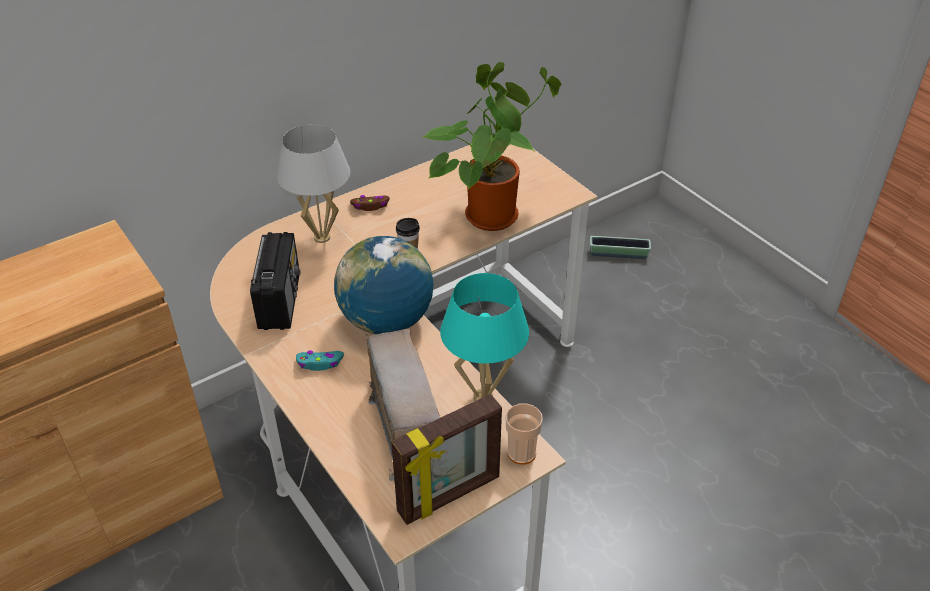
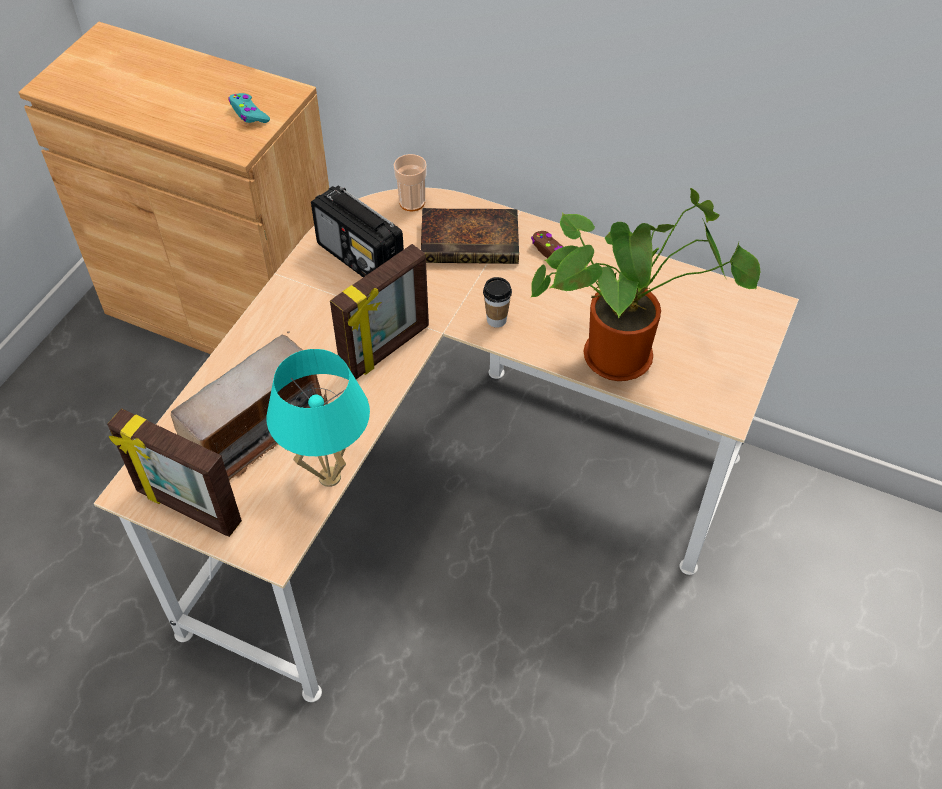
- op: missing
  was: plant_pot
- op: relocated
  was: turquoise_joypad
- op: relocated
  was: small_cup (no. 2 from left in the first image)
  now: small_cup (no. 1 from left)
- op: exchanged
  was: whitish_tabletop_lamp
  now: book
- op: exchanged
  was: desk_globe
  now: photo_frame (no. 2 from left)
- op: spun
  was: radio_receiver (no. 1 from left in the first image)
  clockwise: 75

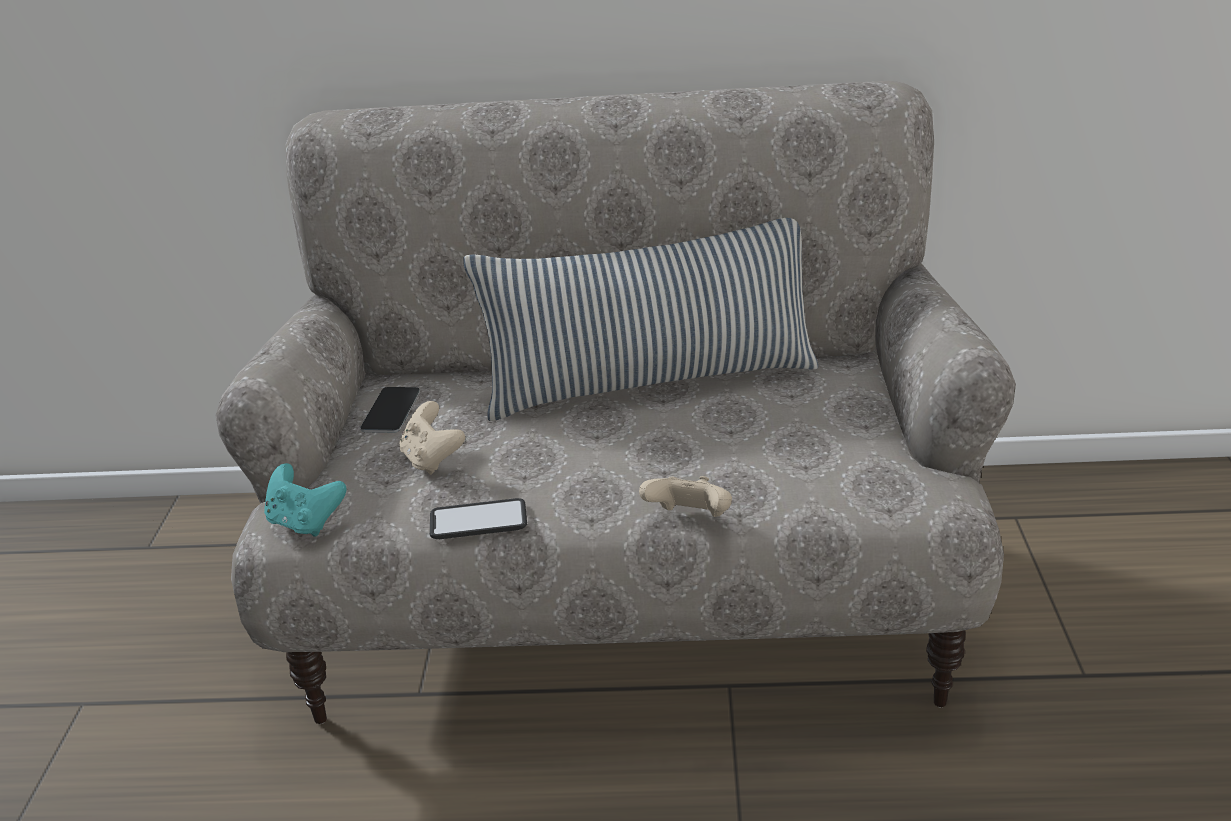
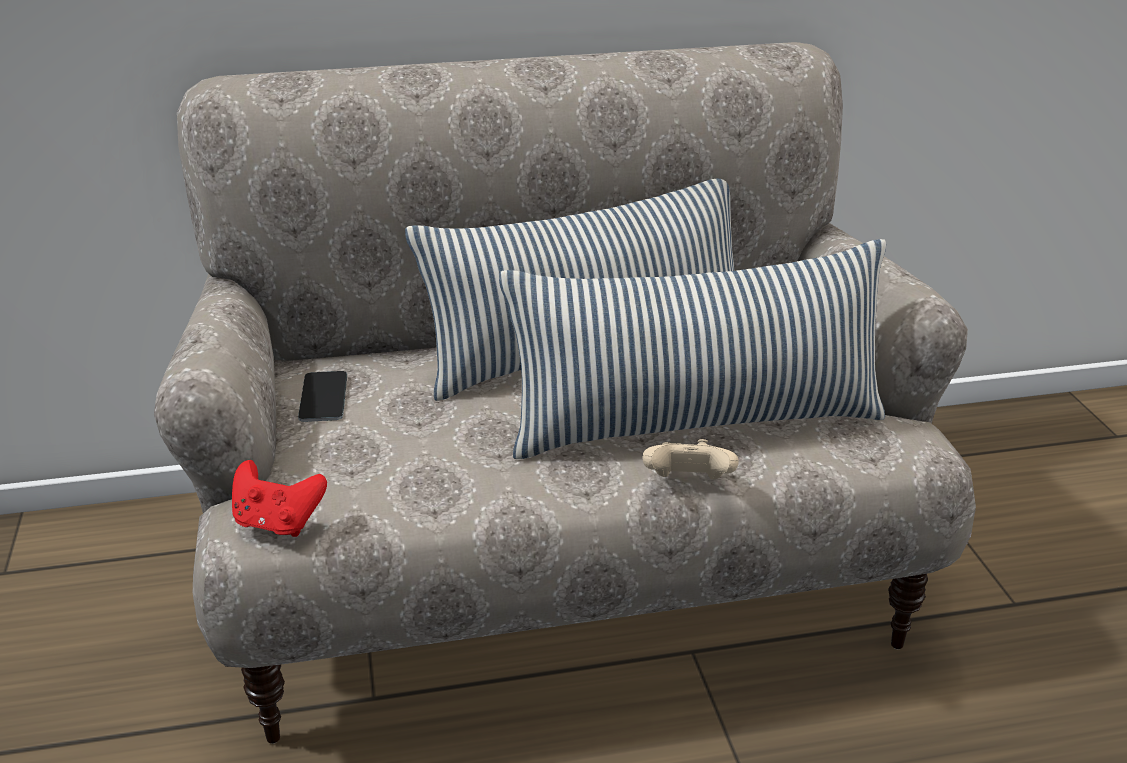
- op: missing
  was: beige-coloured_joypad (no. 1 from left)
- op: missing
  was: handset (no. 2 from left)
- op: appeared
  now: throw_pillow (no. 2 from left)
- op: colour
  was: turquoise_joypad
  now: red-coloured_joypad

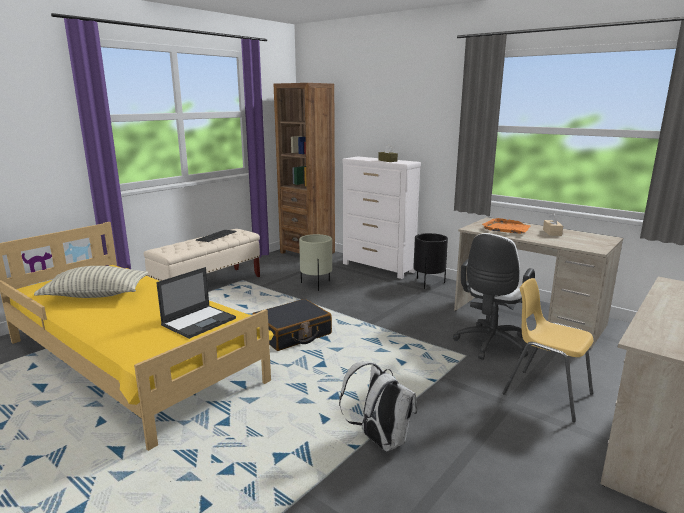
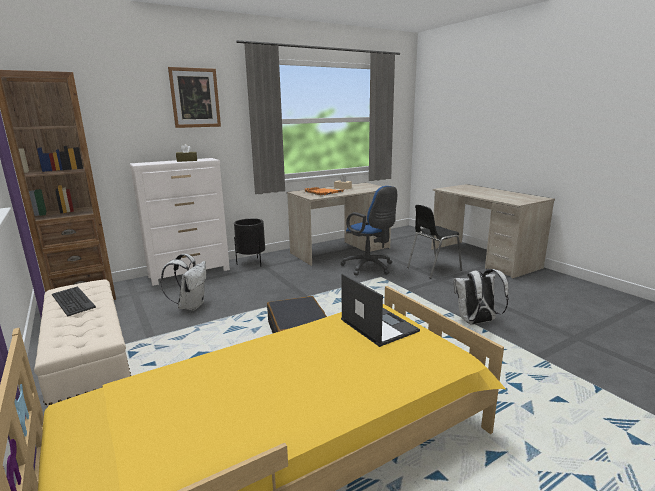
- op: missing
  was: throw_pillow
- op: appeared
  now: picture
- op: exchanged
  was: beige-coloured_plant_pot
  now: whitish_rucksack (no. 1 from left)
- op: colour
  was: whitish_computer_chair
  now: bluish_computer_chair
- op: colour
  was: yellow-coloured_chair
  now: blackish_chair

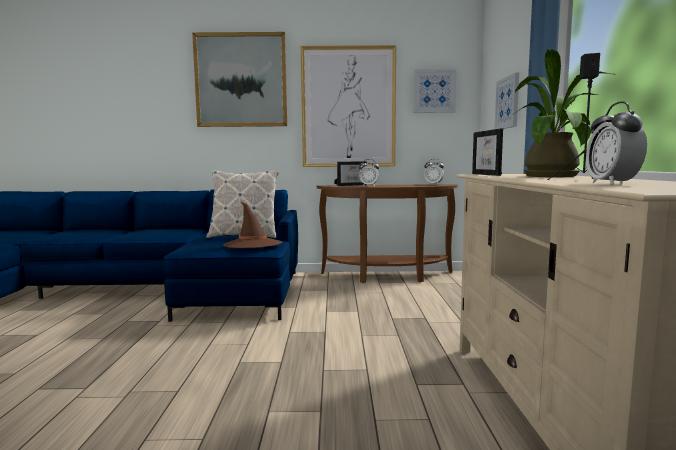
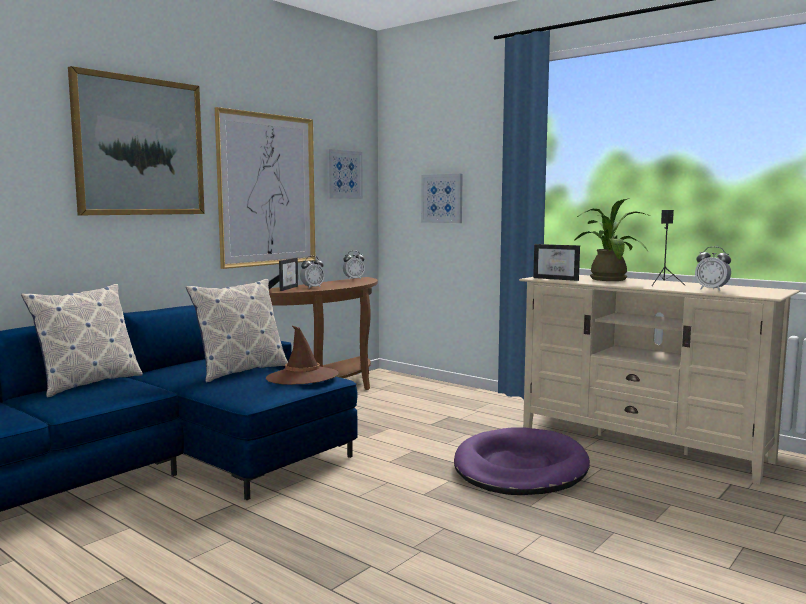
- op: appeared
  now: throw_pillow (no. 1 from left)
- op: appeared
  now: purplish_dog_bed

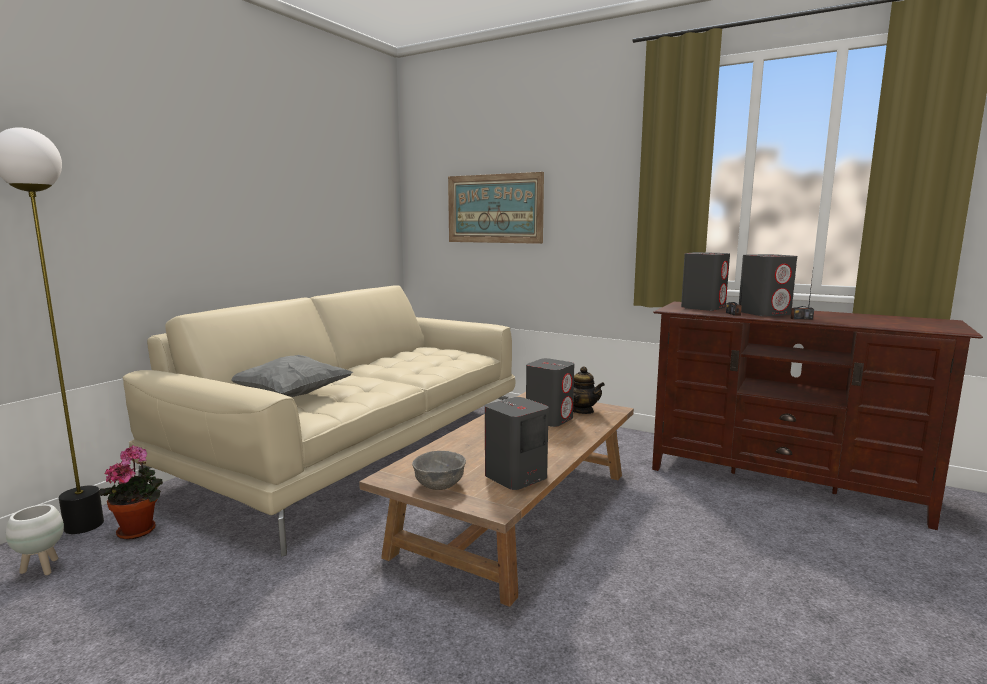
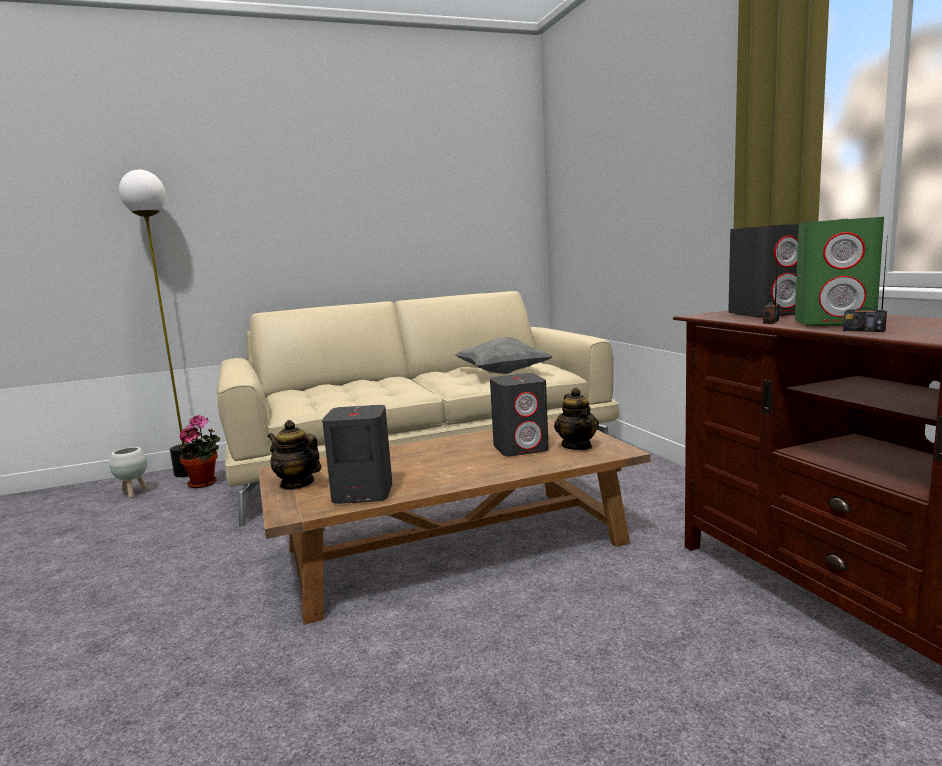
- op: missing
  was: picture
- op: relocated
  was: greyish_throw_pillow
- op: exchanged
  was: greyish_serving_bowl
  now: tea_pot (no. 1 from left)
- op: colour
  was: greyish_audio_speaker (no. 4 from left)
  now: green_audio_speaker

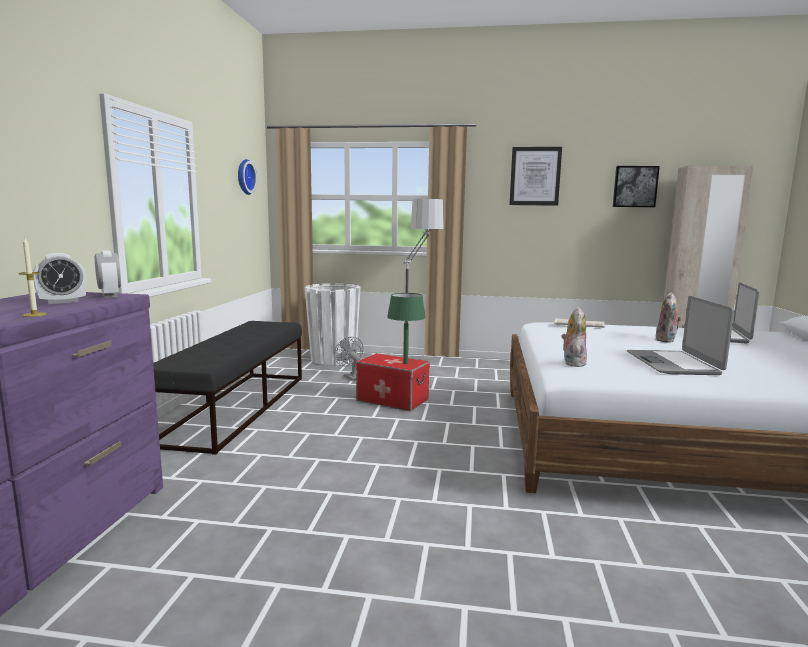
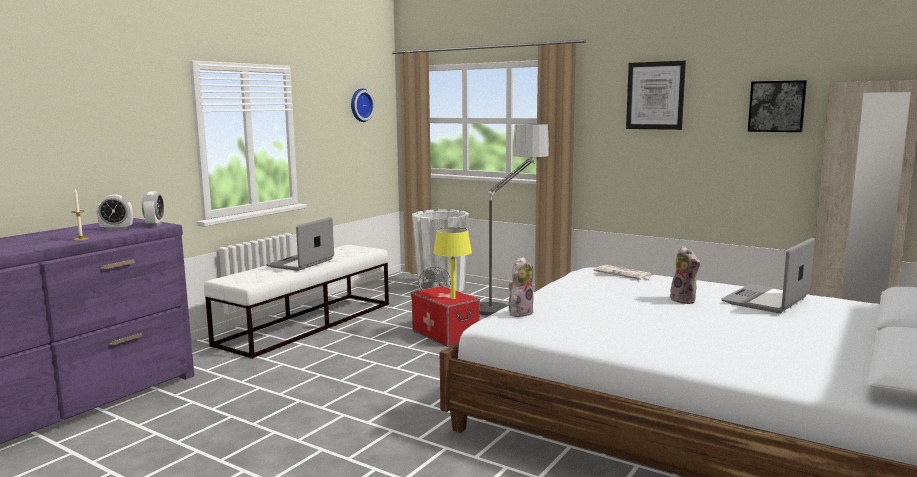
- op: relocated
  was: portable_computer (no. 1 from left)
- op: colour
  was: blackish_indoor_bench
  now: whitish_indoor_bench
- op: colour
  was: green_tabletop_lamp
  now: yellow-coloured_tabletop_lamp
- op: spun
  was: cuddly_toy (no. 2 from left)
  clockwise: -75

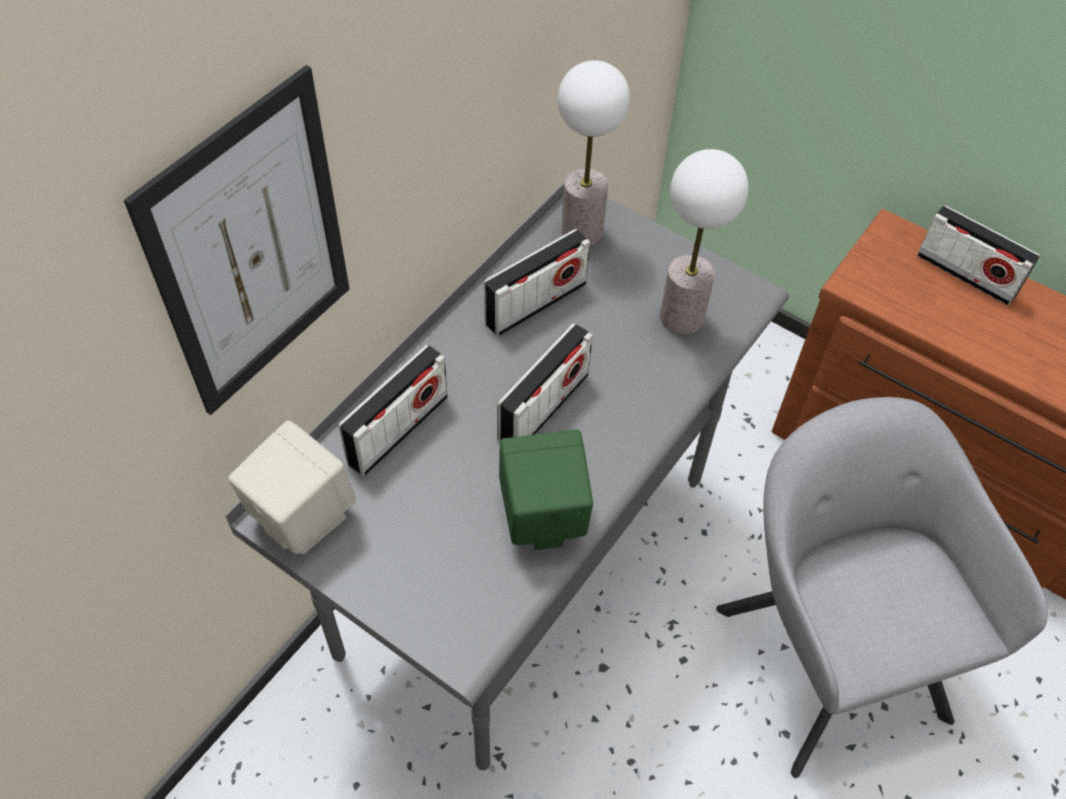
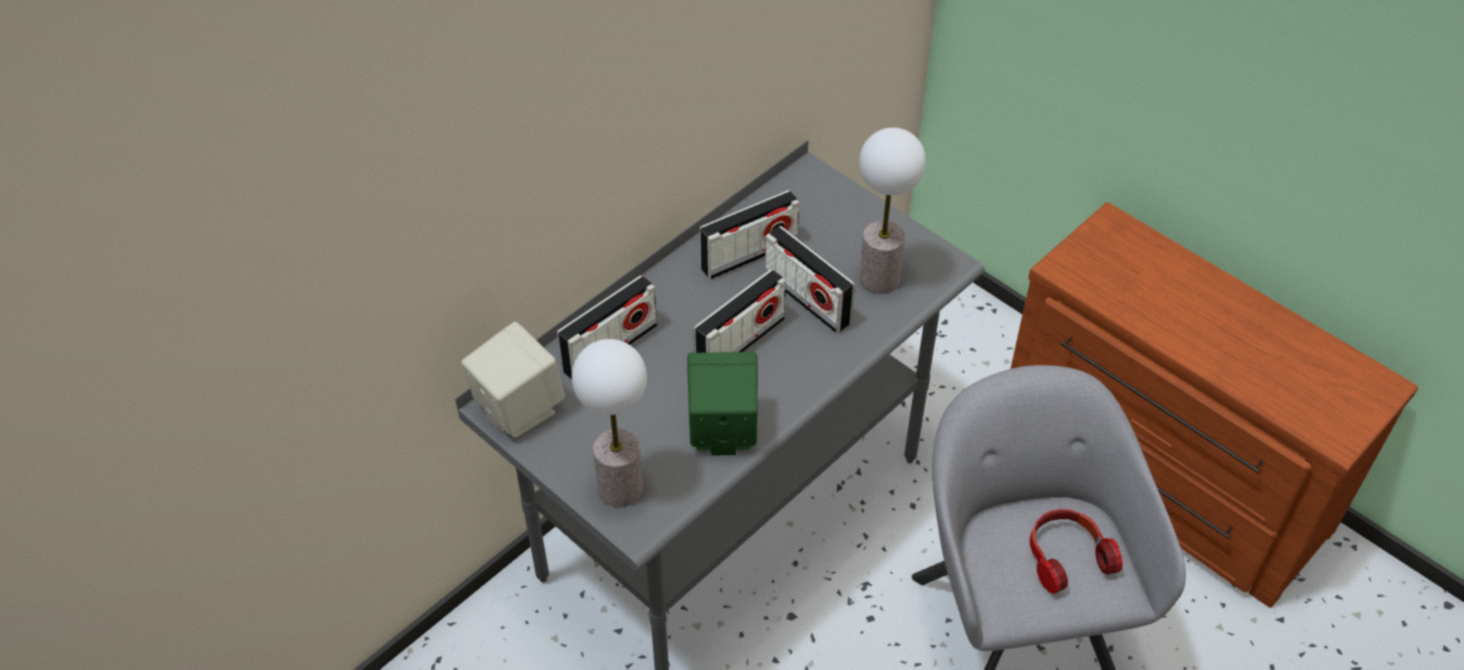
- op: missing
  was: picture
- op: appeared
  now: headphones
- op: relocated
  was: tabletop_lamp (no. 1 from left)
- op: relocated
  was: radio_receiver (no. 4 from left)

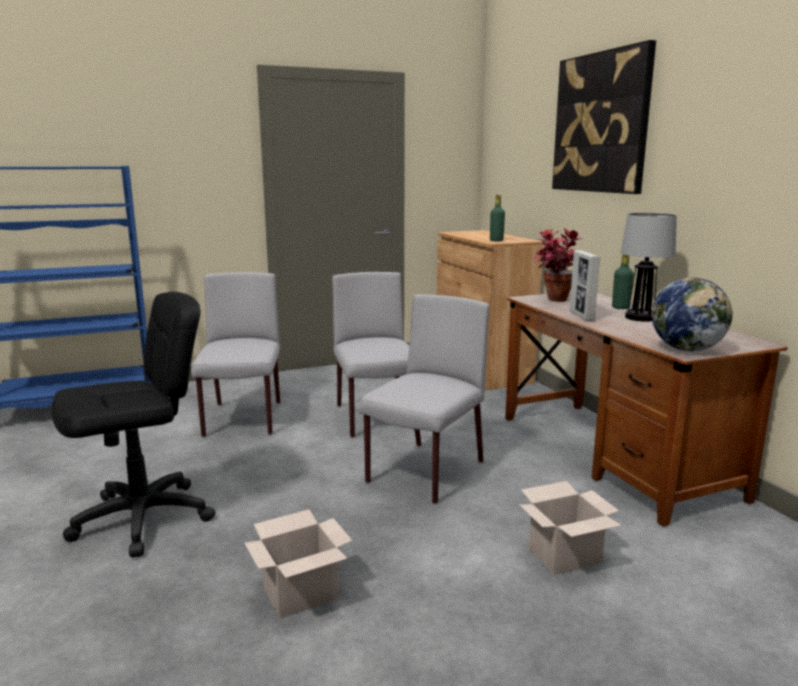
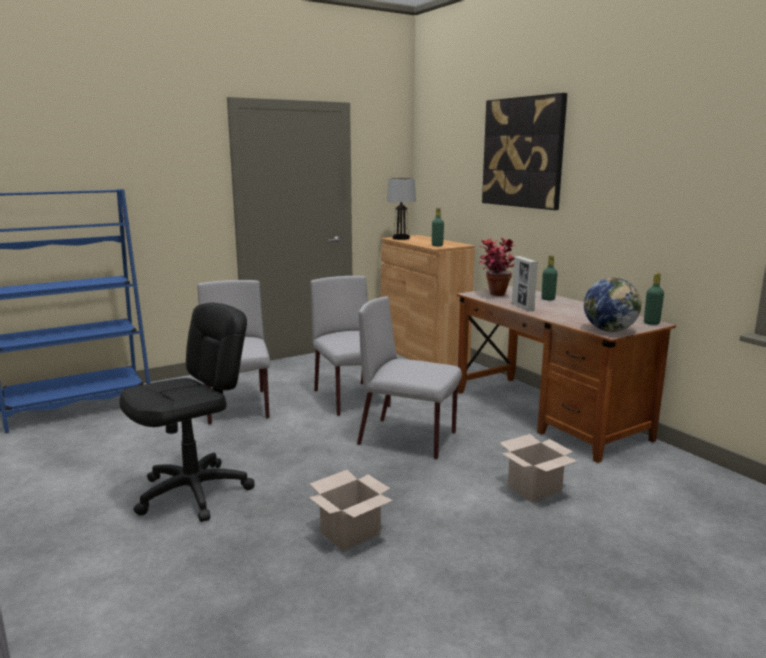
- op: appeared
  now: green_bottle (no. 3 from left)
- op: relocated
  was: tabletop_lamp
- op: spun
  was: greyish_chair (no. 3 from left)
  clockwise: -90

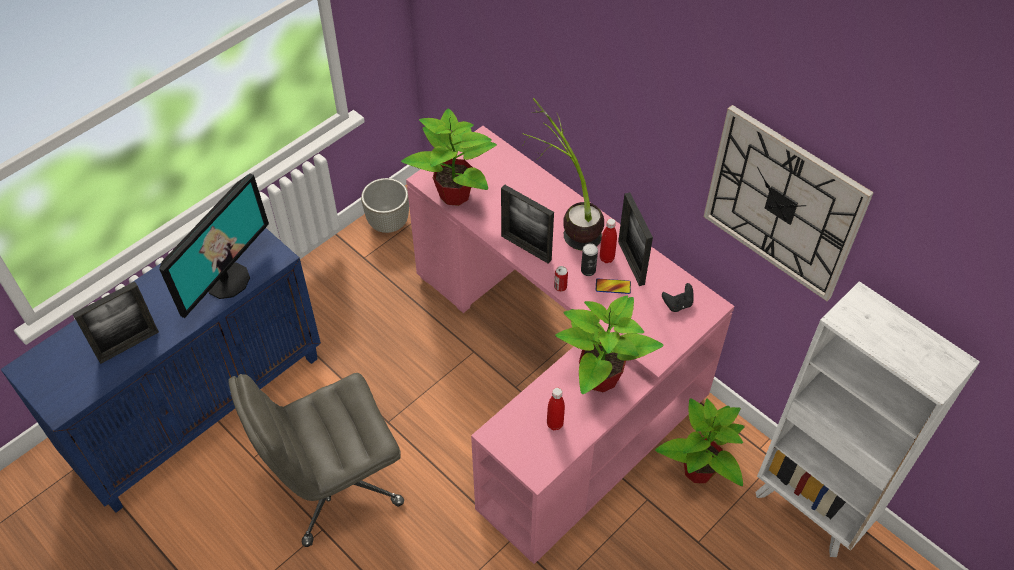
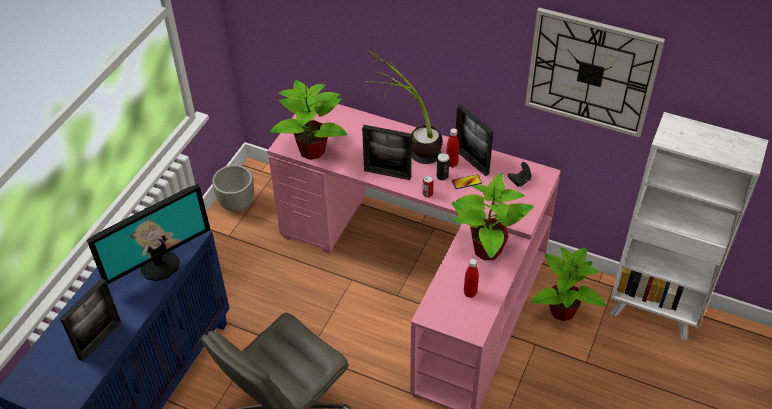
- op: spun
  was: computer_display
  clockwise: 45

